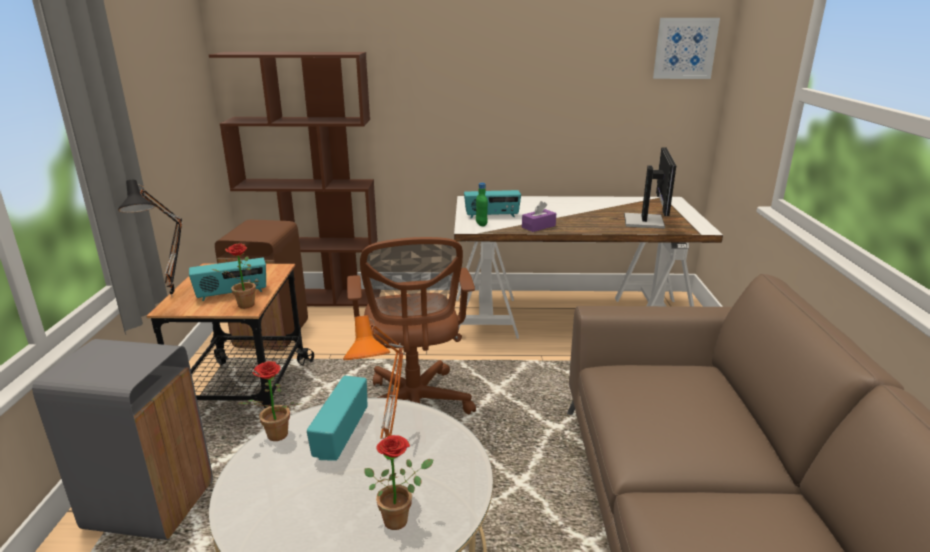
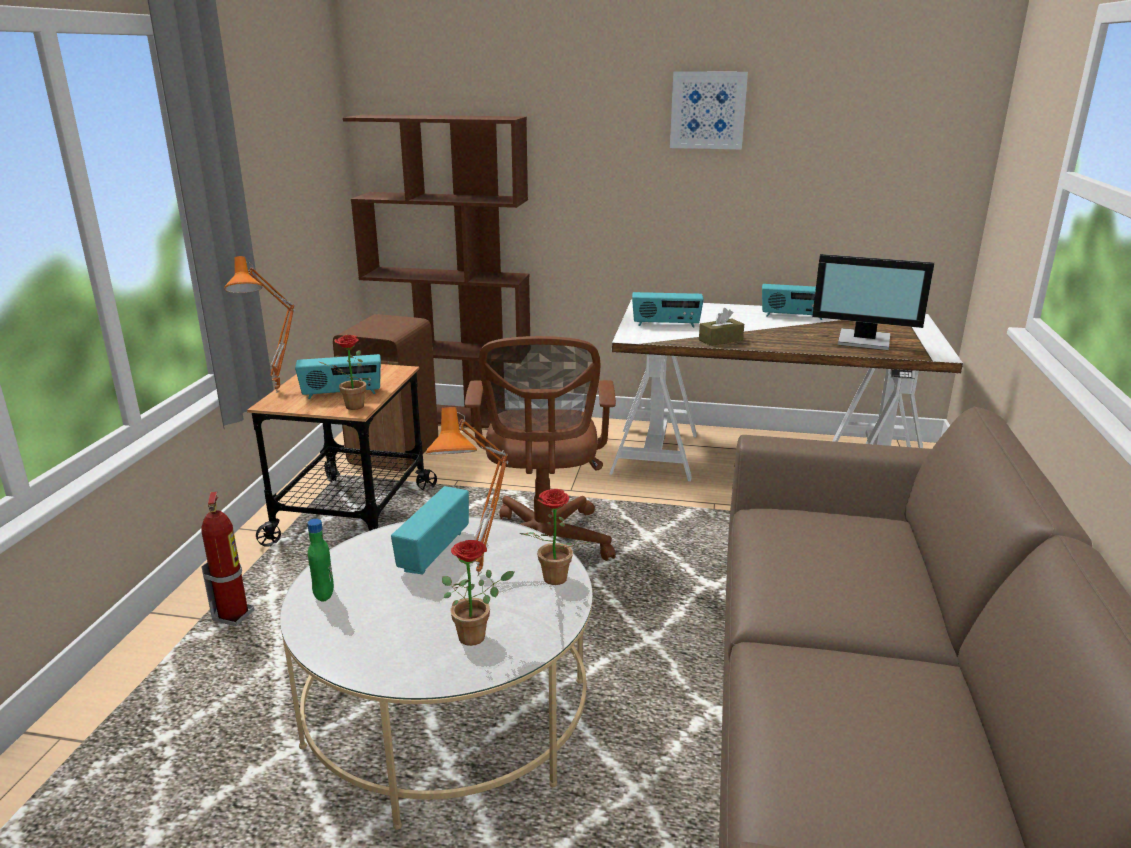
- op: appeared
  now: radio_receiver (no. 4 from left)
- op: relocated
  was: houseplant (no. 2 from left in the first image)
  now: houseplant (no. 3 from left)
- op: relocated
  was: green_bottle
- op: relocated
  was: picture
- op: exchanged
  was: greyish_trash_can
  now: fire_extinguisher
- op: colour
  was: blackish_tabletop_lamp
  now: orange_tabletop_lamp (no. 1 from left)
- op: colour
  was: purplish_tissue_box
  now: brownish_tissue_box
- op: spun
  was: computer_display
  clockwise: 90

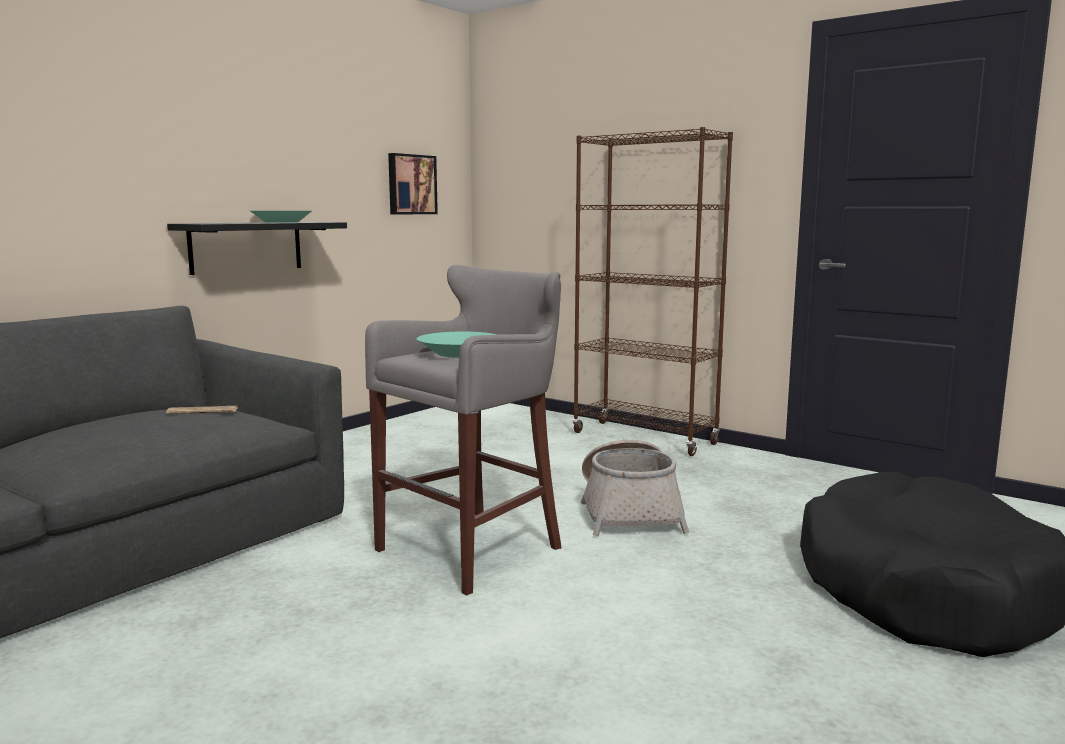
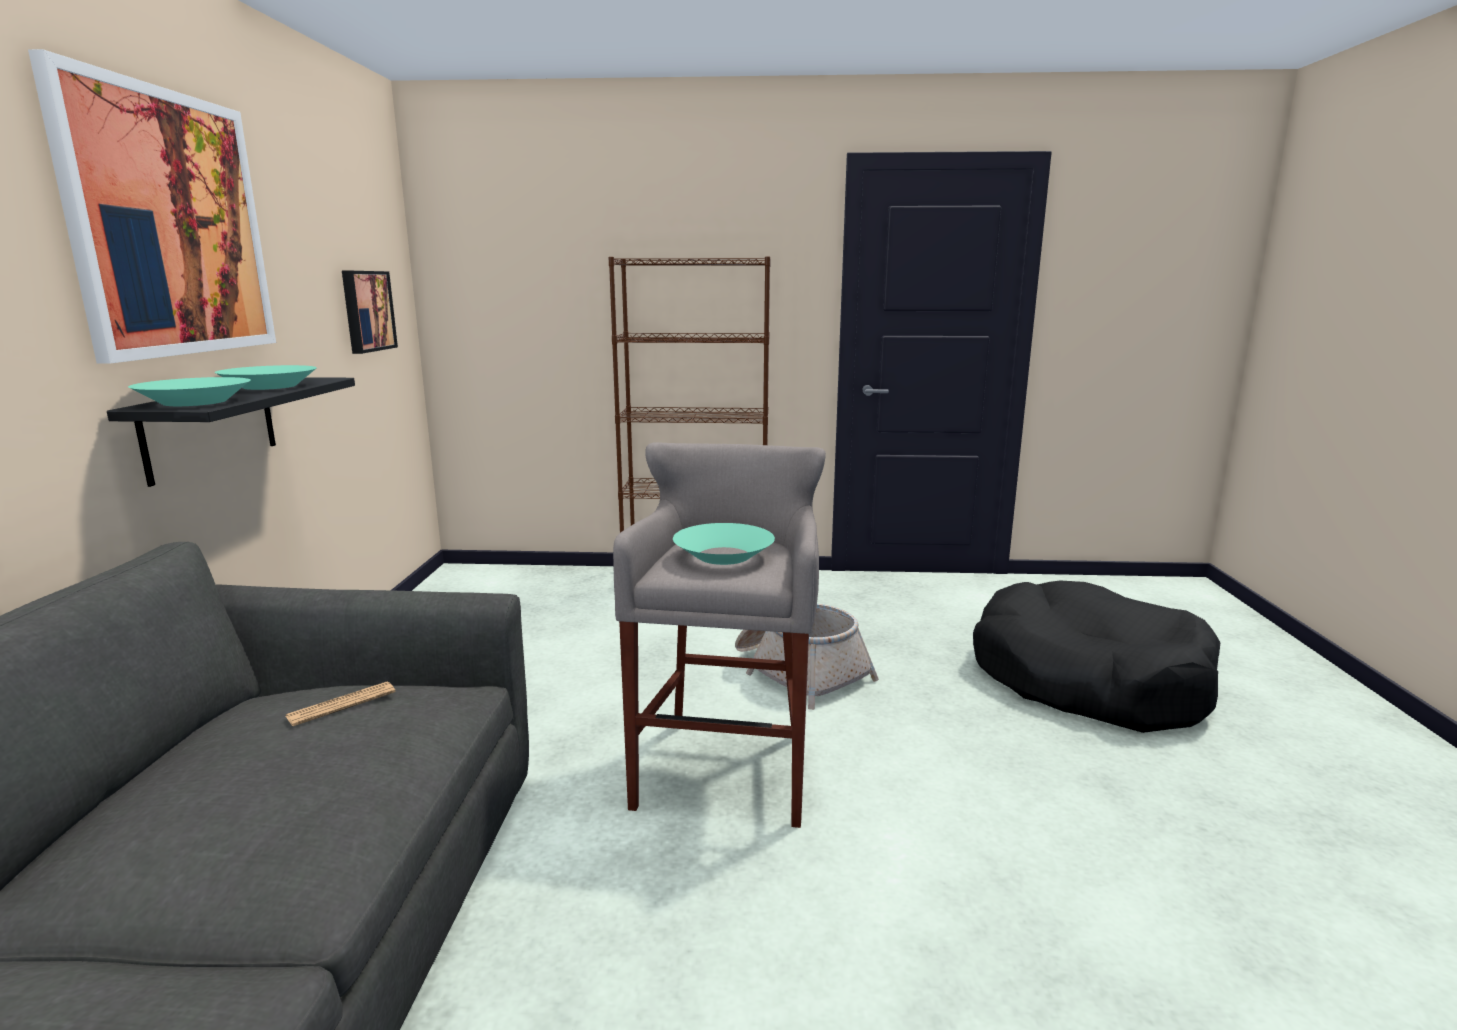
- op: appeared
  now: picture (no. 1 from left)
- op: appeared
  now: turquoise_serving_bowl (no. 1 from left)

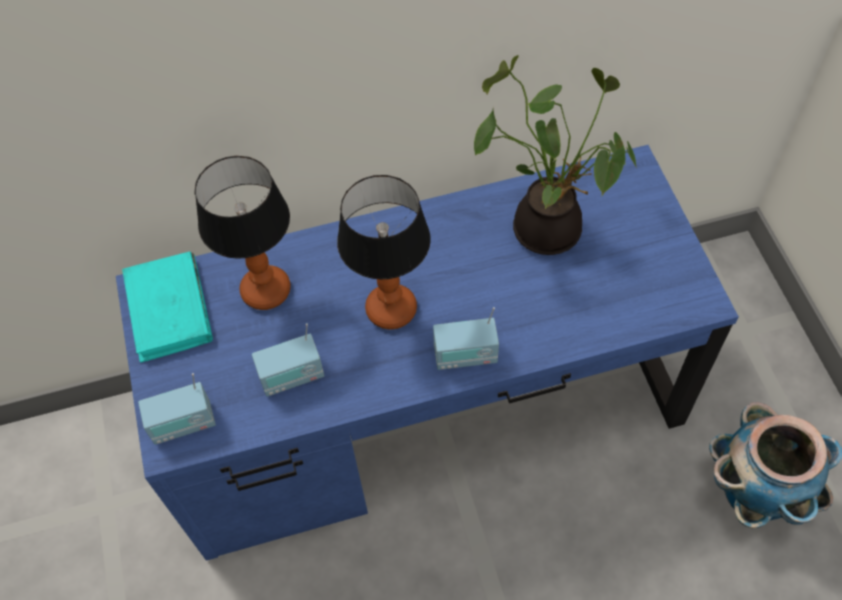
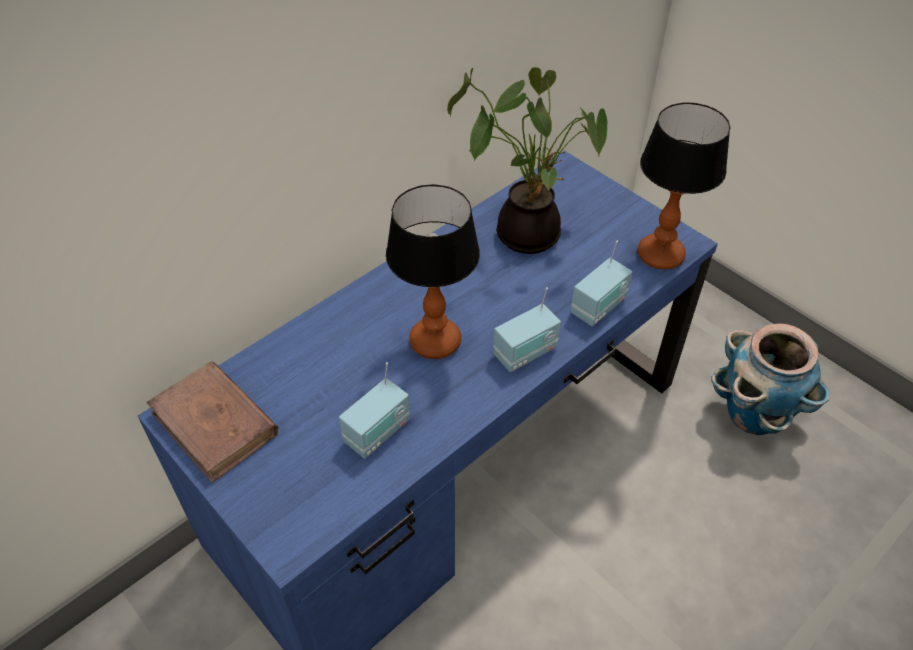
- op: relocated
  was: radio_receiver (no. 1 from left in the first image)
  now: radio_receiver (no. 3 from left)
- op: relocated
  was: tabletop_lamp (no. 1 from left in the first image)
  now: tabletop_lamp (no. 2 from left)
- op: colour
  was: turquoise_book
  now: brownish_book

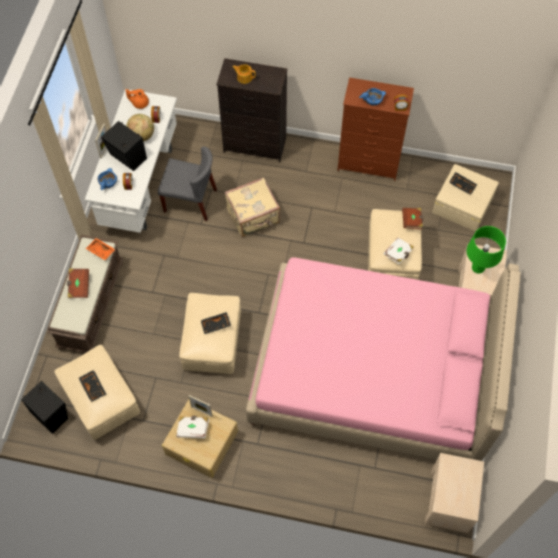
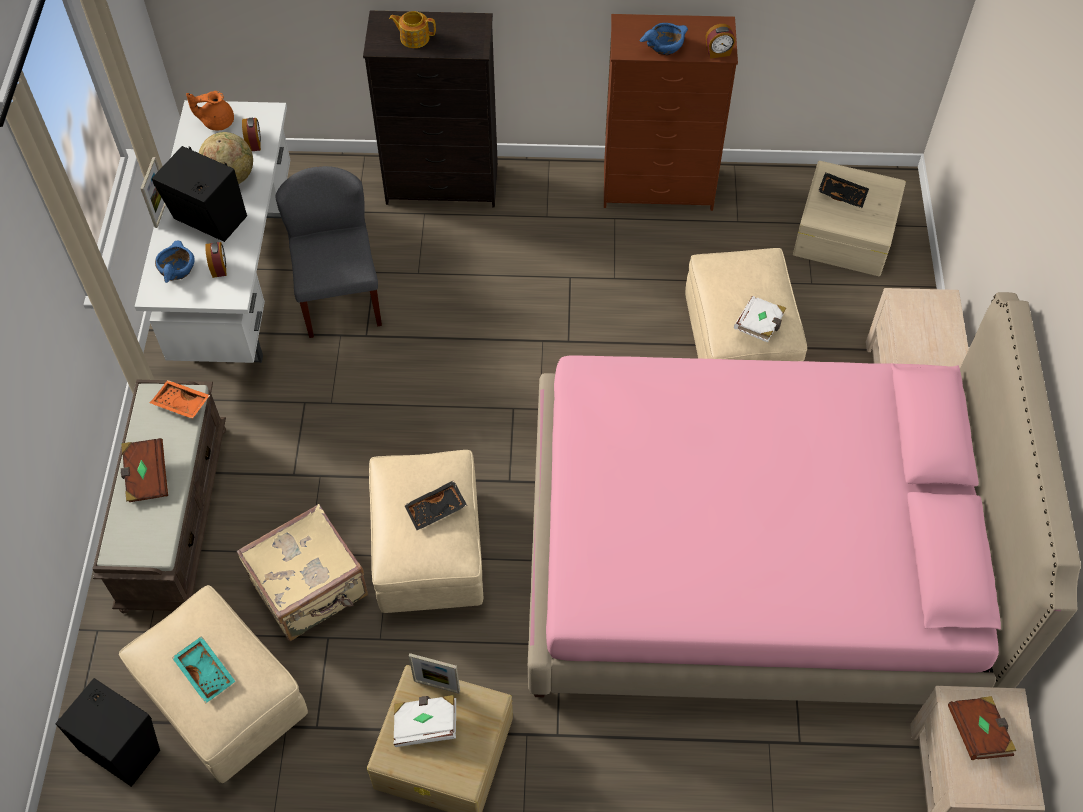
- op: missing
  was: green_tabletop_lamp
- op: relocated
  was: beige-coloured_piece_of_luggage
- op: relocated
  was: brownish_book (no. 2 from left)
- op: colour
  was: blackish_serving_tray (no. 1 from left)
  now: turquoise_serving_tray
- op: spun
  was: greyish_chair
  clockwise: -105

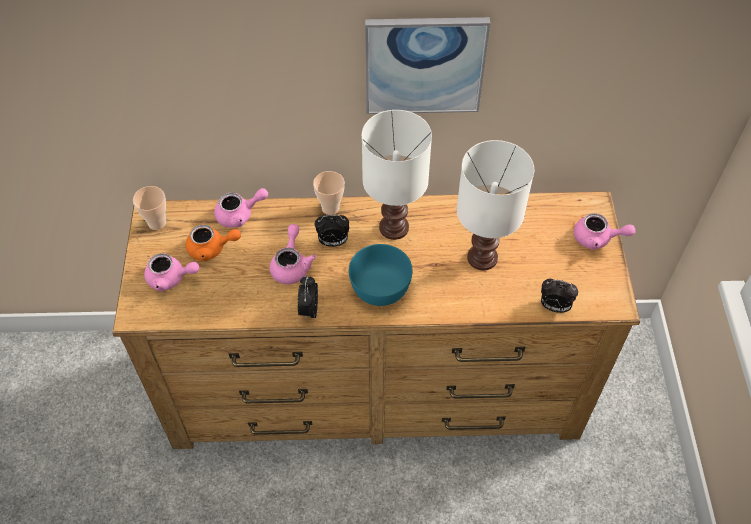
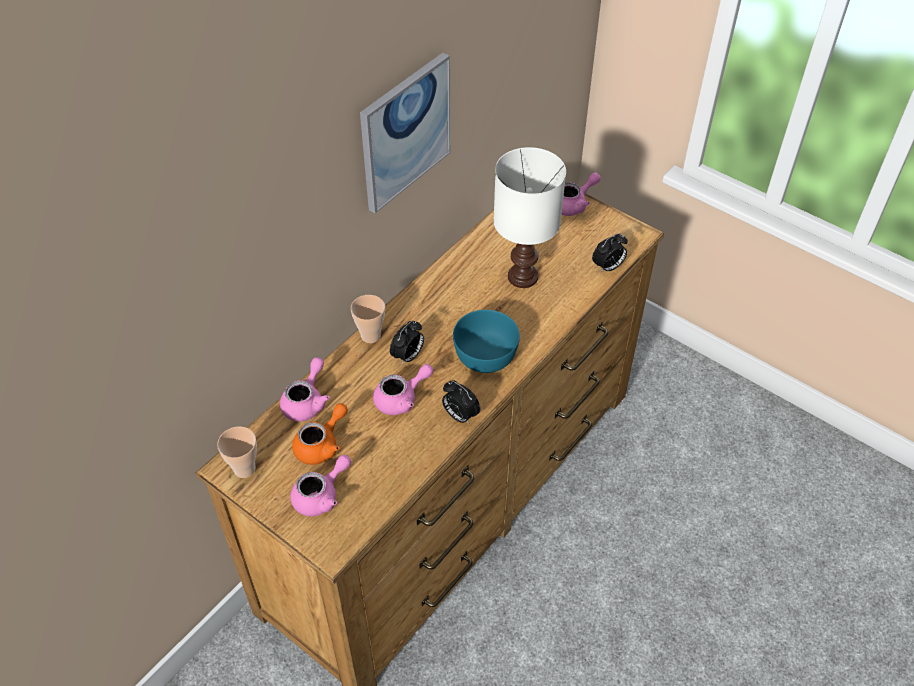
- op: missing
  was: whitish_tabletop_lamp (no. 1 from left)
- op: spun
  was: pink-coloured_tea_pot (no. 3 from left)
  clockwise: 105

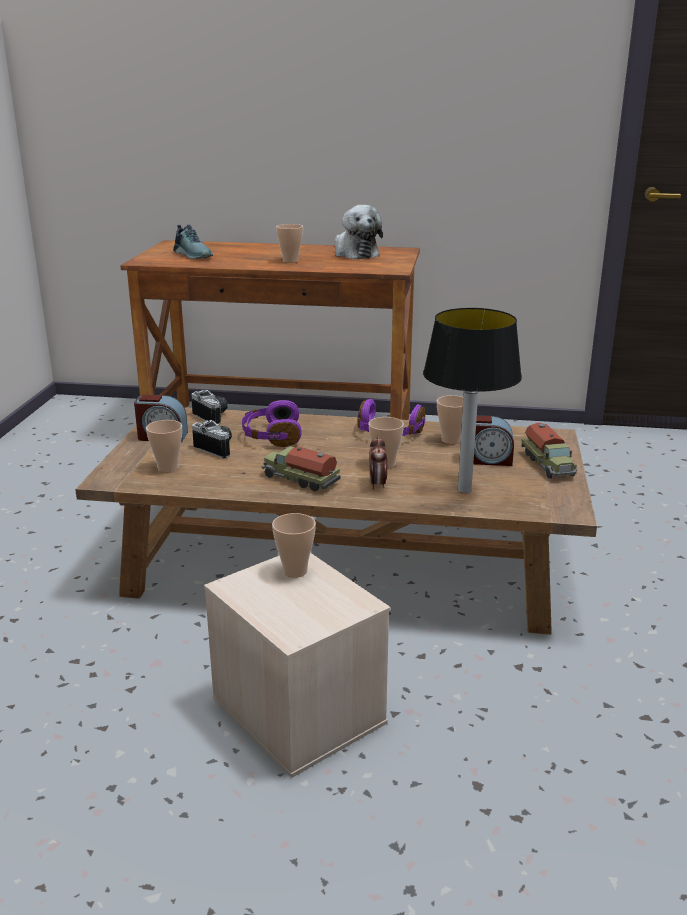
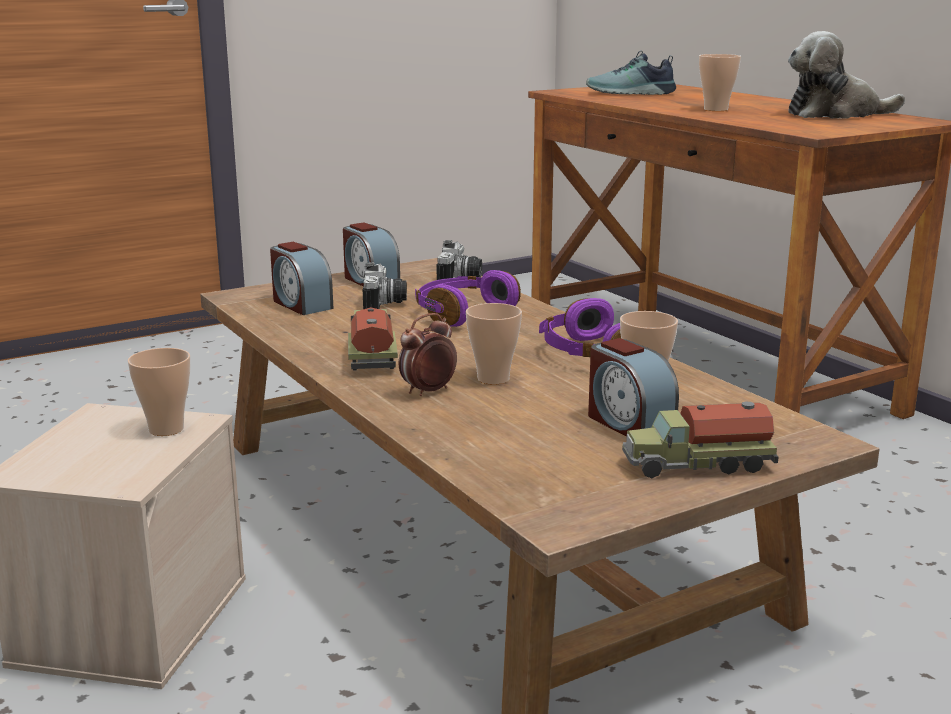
- op: missing
  was: tabletop_lamp
- op: exchanged
  was: small_cup (no. 1 from left)
  now: alarm_clock (no. 1 from left)
- op: spun
  was: low_shoe
  clockwise: 75
- op: spun
  was: cuddly_toy
  clockwise: 60
- op: spun
  was: toy_lorry (no. 2 from left)
  clockwise: 45

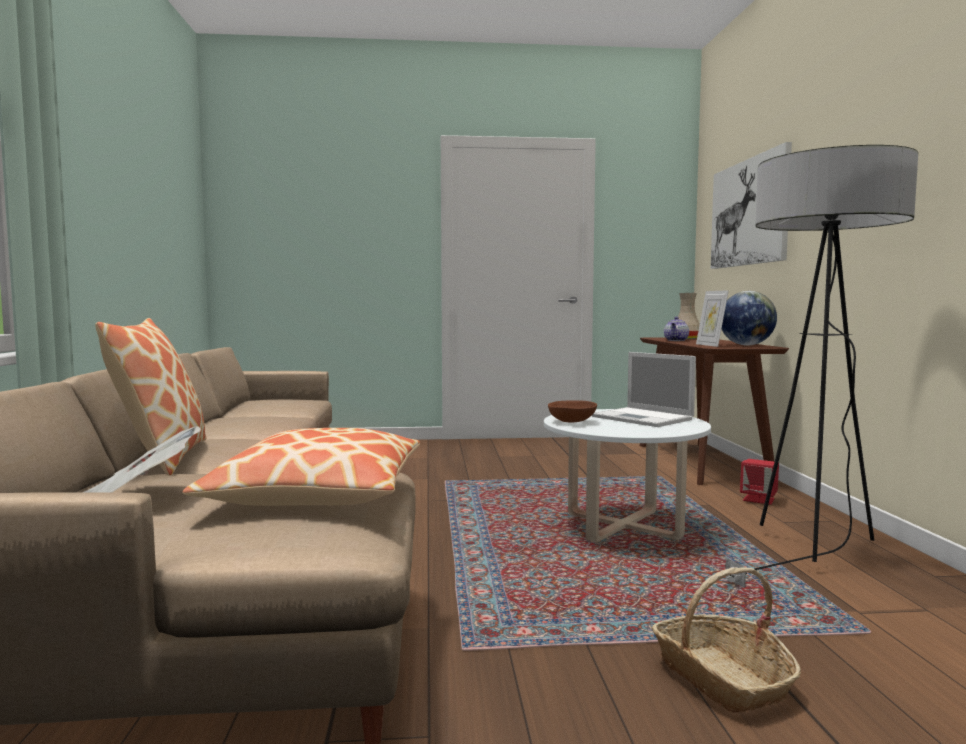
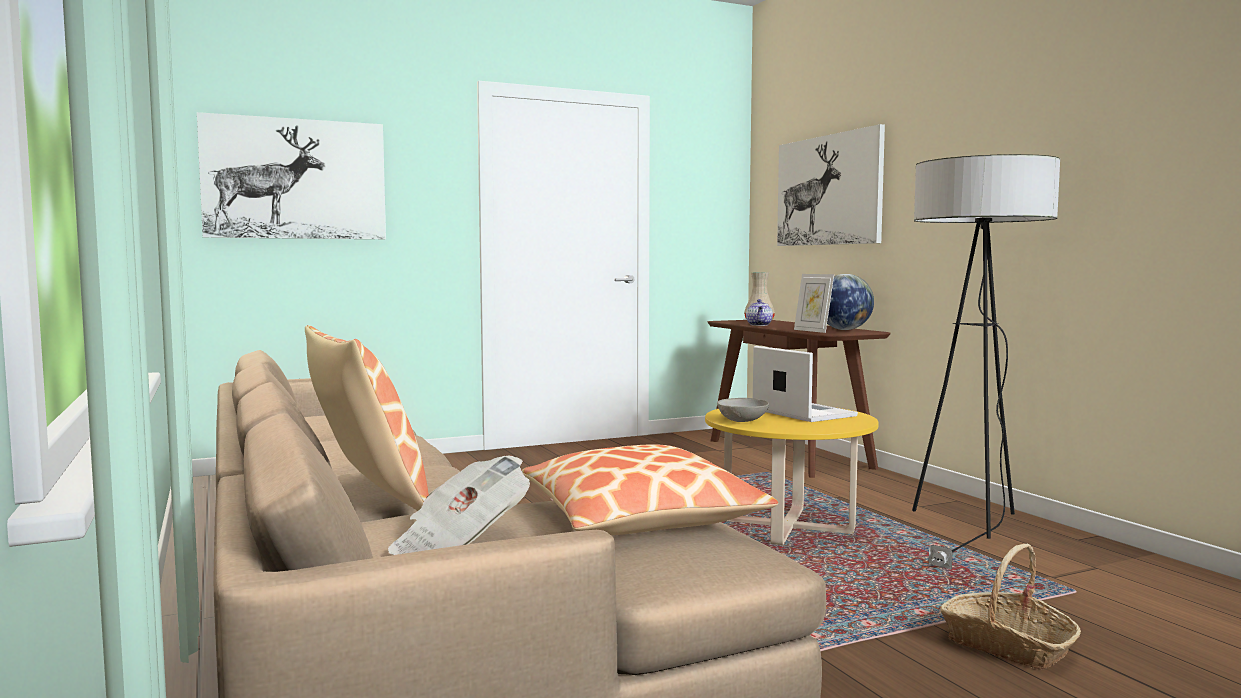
- op: missing
  was: red-coloured_audio_speaker
- op: appeared
  now: picture (no. 1 from left)
- op: colour
  was: whitish_low_table
  now: yellow-coloured_low_table
- op: colour
  was: brownish_serving_bowl
  now: greyish_serving_bowl
- op: spun
  was: portable_computer
  clockwise: -150

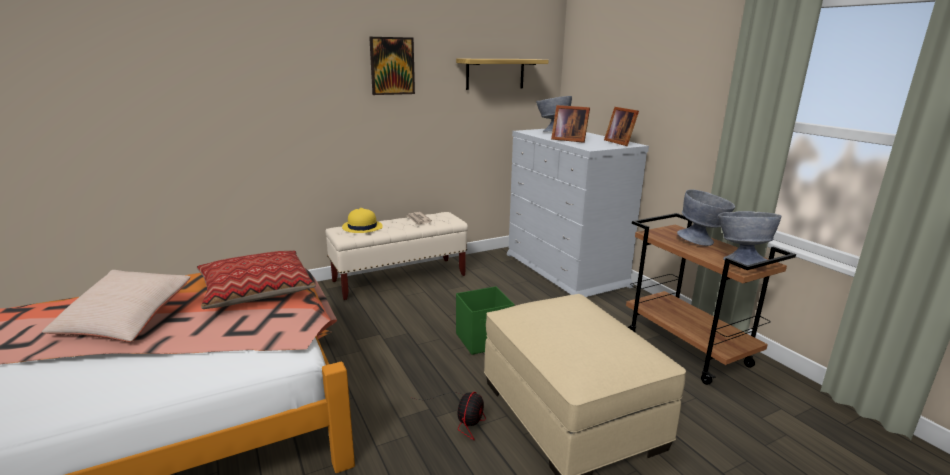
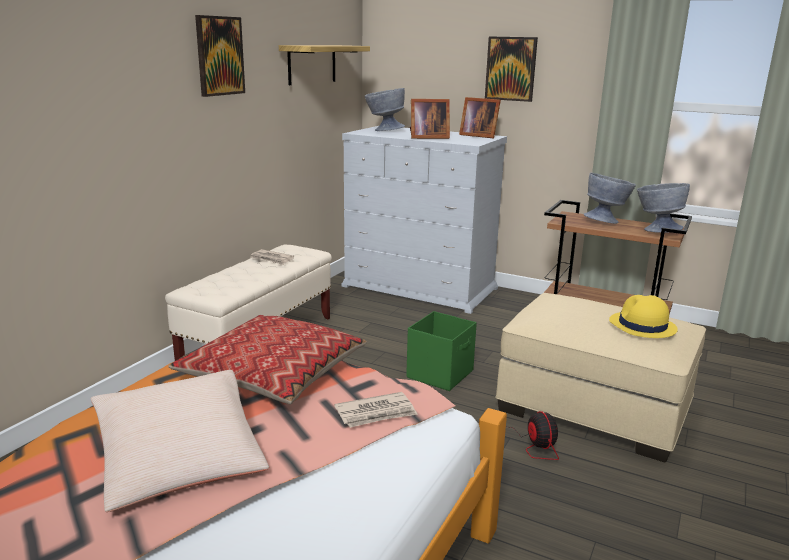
- op: appeared
  now: newspaper (no. 2 from left)
- op: appeared
  now: picture (no. 2 from left)
- op: relocated
  was: yellow-coloured_clothing_hat

